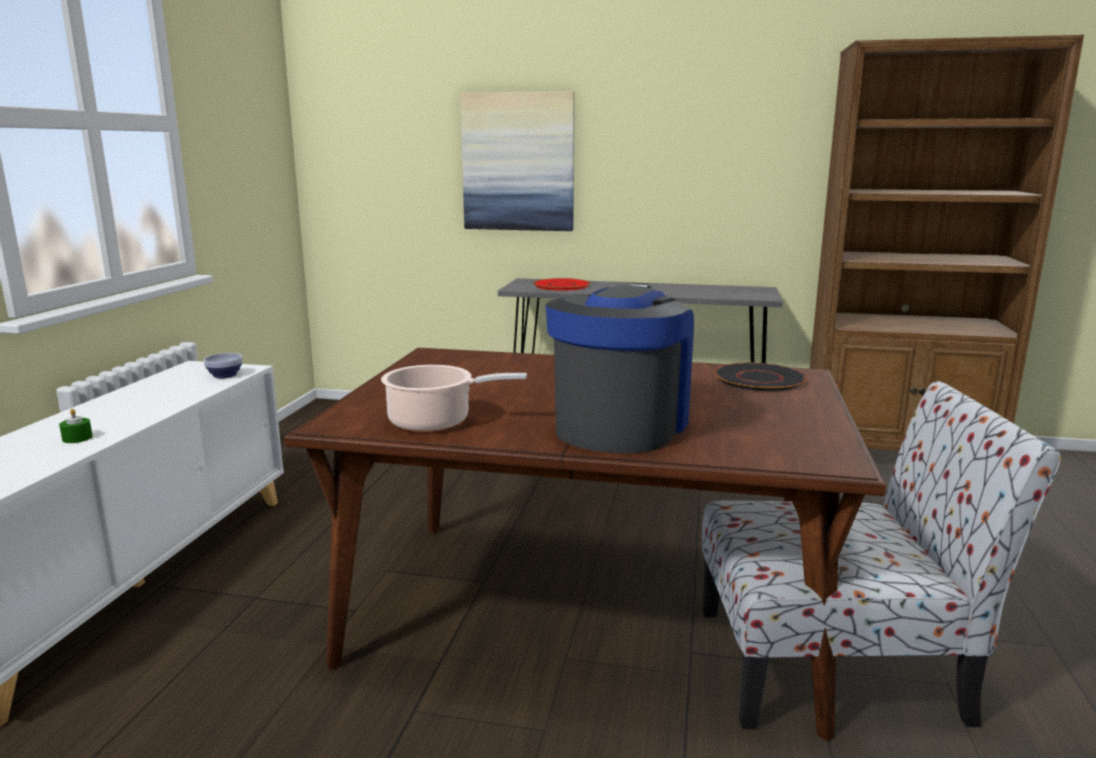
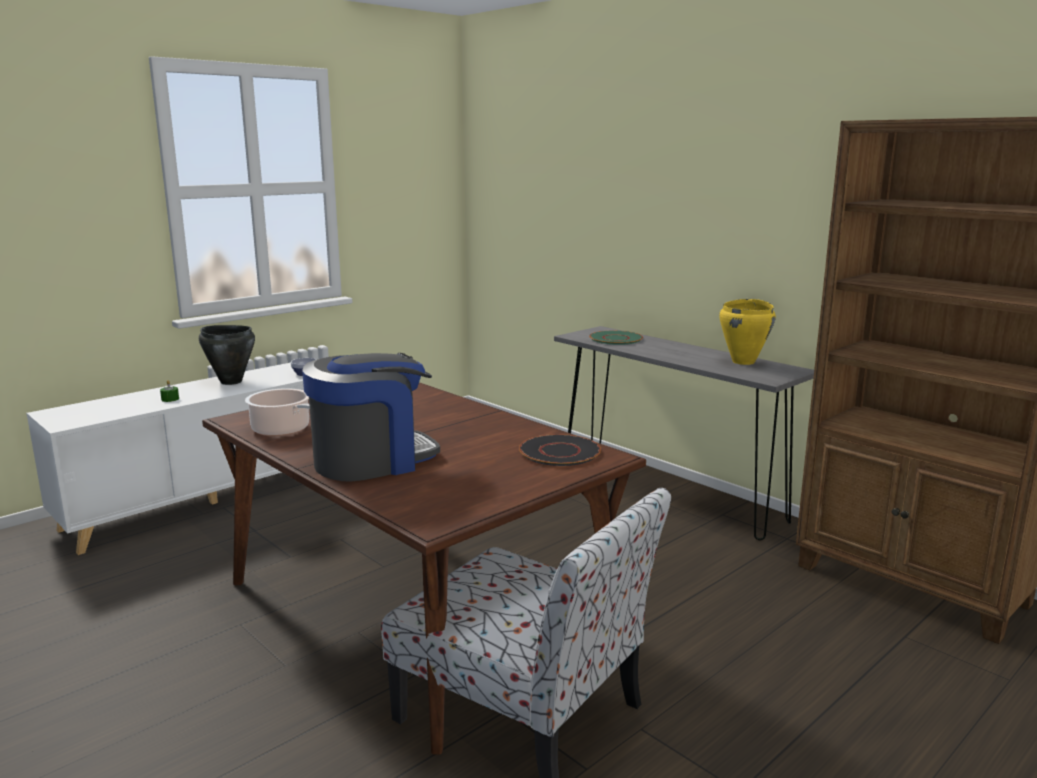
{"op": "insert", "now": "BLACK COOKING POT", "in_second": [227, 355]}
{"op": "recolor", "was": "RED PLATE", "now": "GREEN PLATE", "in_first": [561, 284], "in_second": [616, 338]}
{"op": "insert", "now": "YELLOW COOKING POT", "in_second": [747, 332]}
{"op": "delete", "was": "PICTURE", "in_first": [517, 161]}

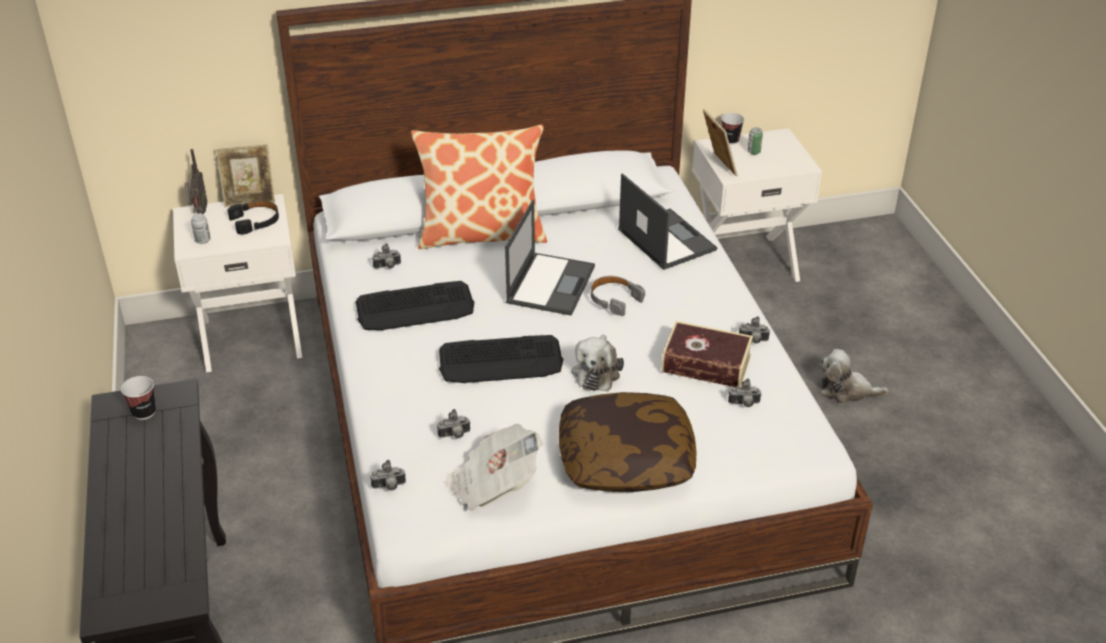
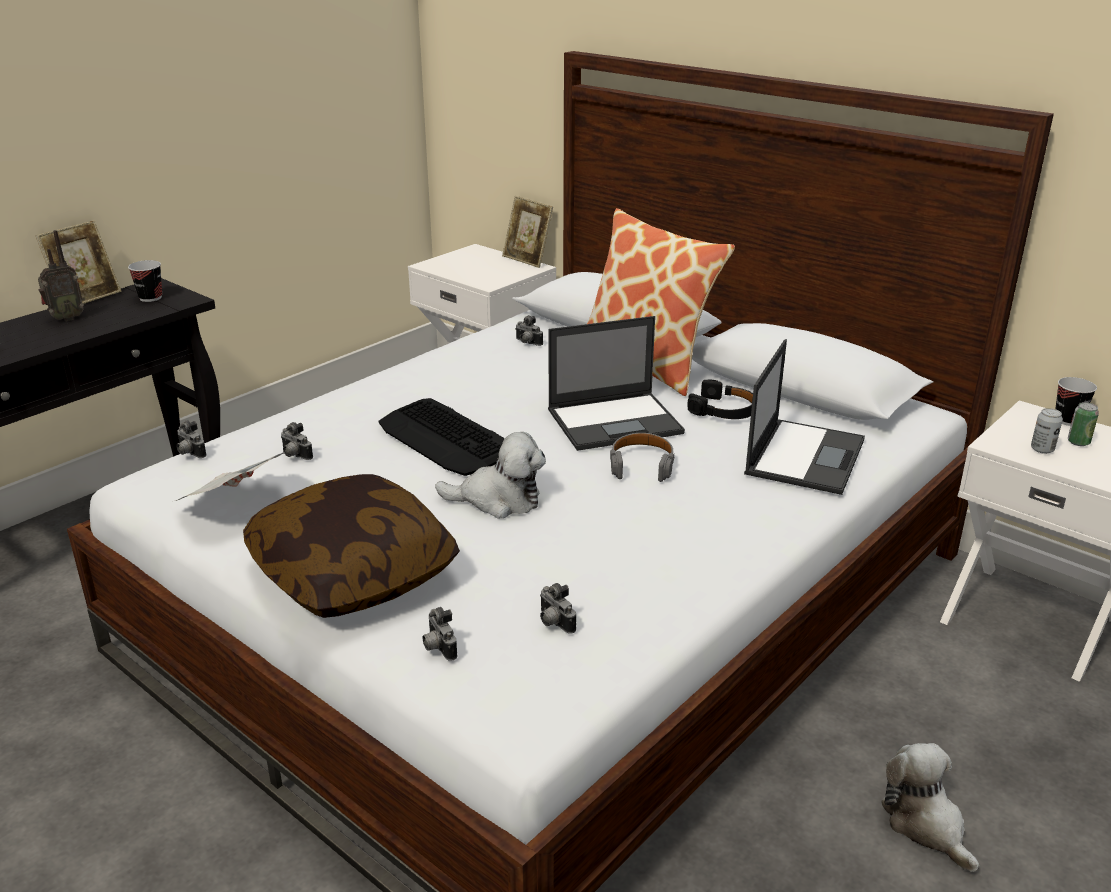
{"op": "move", "was": "PICTURE FRAME", "in_first": [720, 142], "in_second": [78, 262]}
{"op": "move", "was": "RADIO", "in_first": [196, 181], "in_second": [61, 275]}
{"op": "move", "was": "PHOTO CAMERA", "in_first": [754, 330], "in_second": [439, 634]}
{"op": "rotate", "was": "PLUSH TOY", "in_first": [597, 363], "in_second": [490, 475], "clockwise": -150}
{"op": "move", "was": "BLACK HEADPHONES", "in_first": [253, 217], "in_second": [720, 399]}
{"op": "move", "was": "CAN", "in_first": [201, 229], "in_second": [1047, 431]}
{"op": "delete", "was": "KEYBOARD", "in_first": [415, 305]}
{"op": "delete", "was": "BOOK", "in_first": [707, 354]}

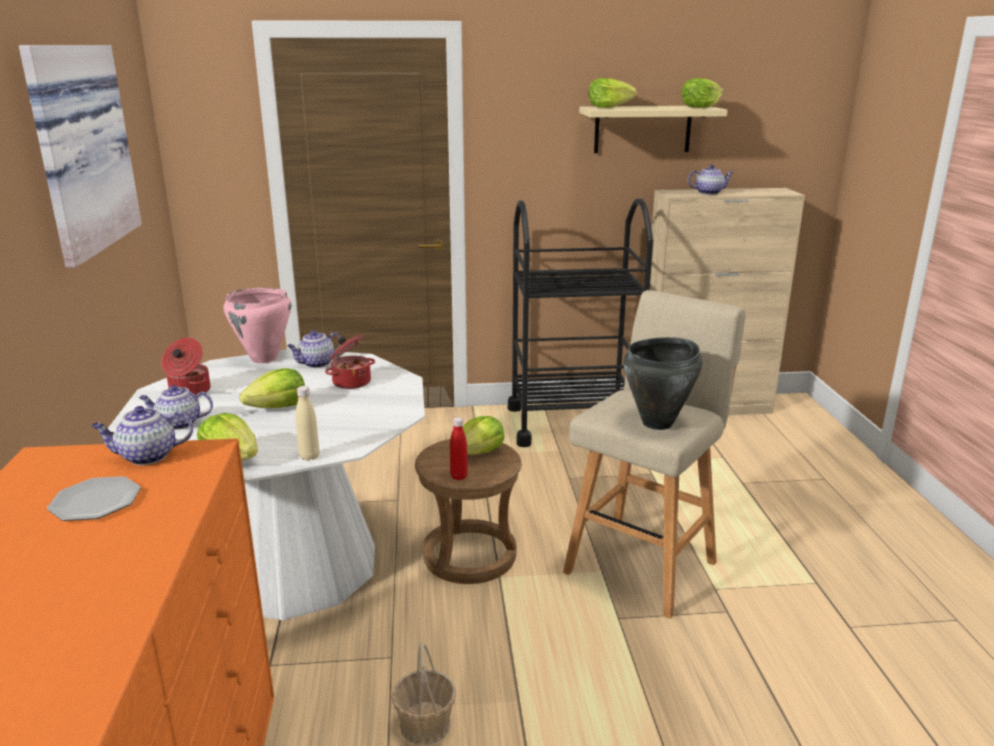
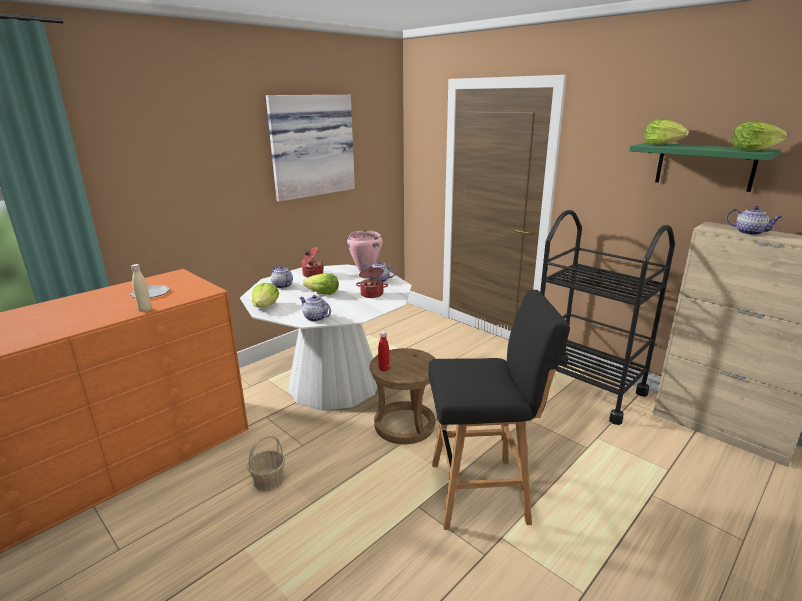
{"op": "move", "was": "BEIGE BOTTLE", "in_first": [307, 423], "in_second": [141, 288]}
{"op": "move", "was": "TEAPOT", "in_first": [142, 435], "in_second": [315, 308]}
{"op": "recolor", "was": "BEIGE STOOL", "now": "BLACK STOOL", "in_first": [654, 454], "in_second": [499, 410]}
{"op": "recolor", "was": "BEIGE SHELF", "now": "GREEN SHELF", "in_first": [653, 129], "in_second": [705, 167]}
{"op": "delete", "was": "LETTUCE", "in_first": [483, 435]}
{"op": "delete", "was": "BLACK COOKING POT", "in_first": [662, 383]}

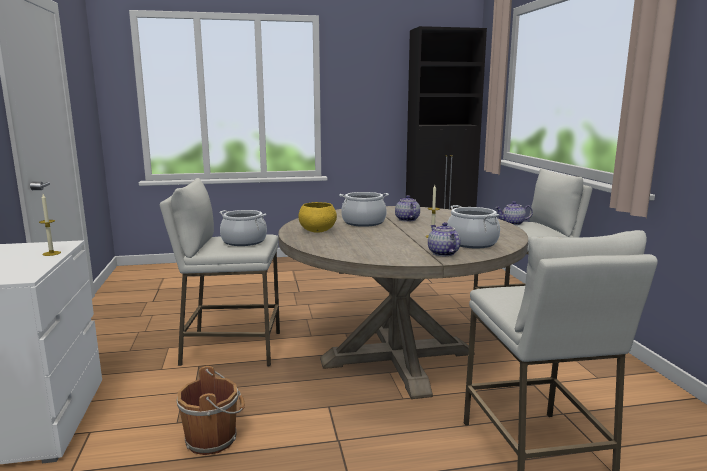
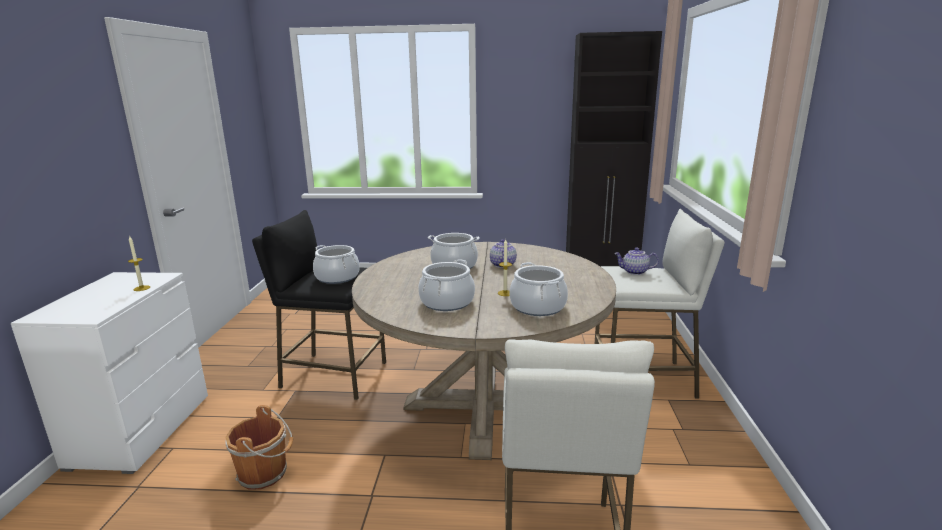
{"op": "recolor", "was": "WHITE STOOL", "now": "BLACK STOOL", "in_first": [220, 272], "in_second": [319, 305]}
{"op": "insert", "now": "COOKING POT", "in_second": [446, 285]}
{"op": "delete", "was": "YELLOW BOWL", "in_first": [317, 217]}
{"op": "delete", "was": "TEAPOT", "in_first": [444, 239]}

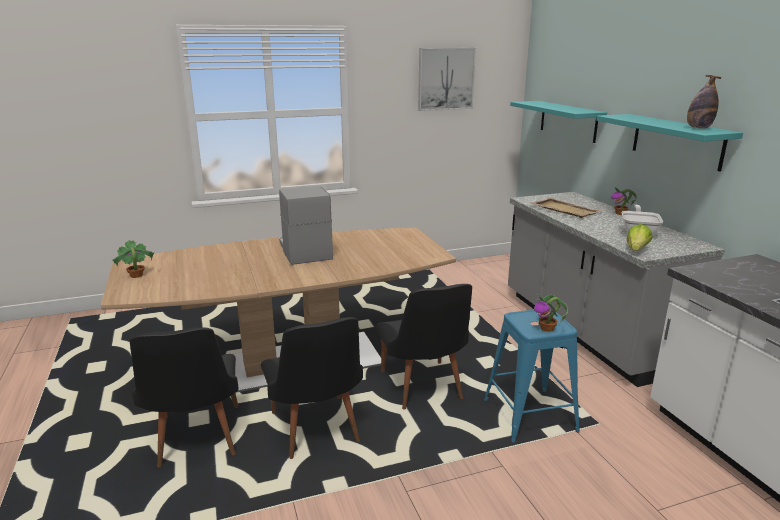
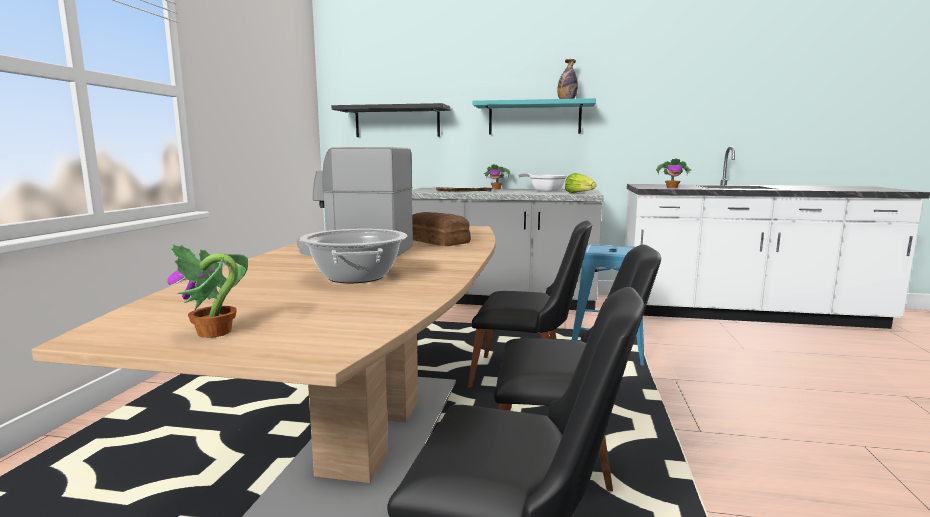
{"op": "insert", "now": "COOKING POT", "in_second": [353, 256]}
{"op": "recolor", "was": "TURQUOISE SHELF", "now": "BLACK SHELF", "in_first": [558, 122], "in_second": [391, 120]}
{"op": "insert", "now": "BREAD", "in_second": [441, 229]}
{"op": "move", "was": "POTTED PLANT", "in_first": [551, 313], "in_second": [673, 173]}
{"op": "delete", "was": "PICTURE", "in_first": [447, 79]}

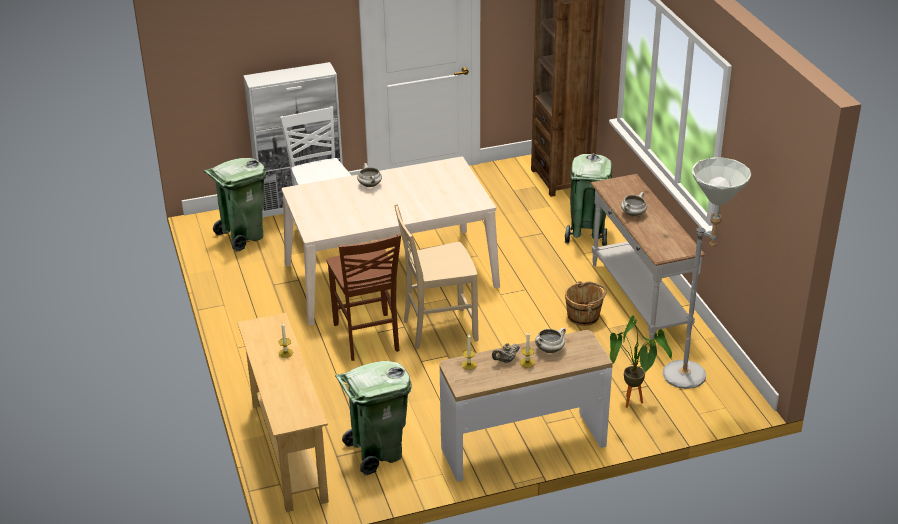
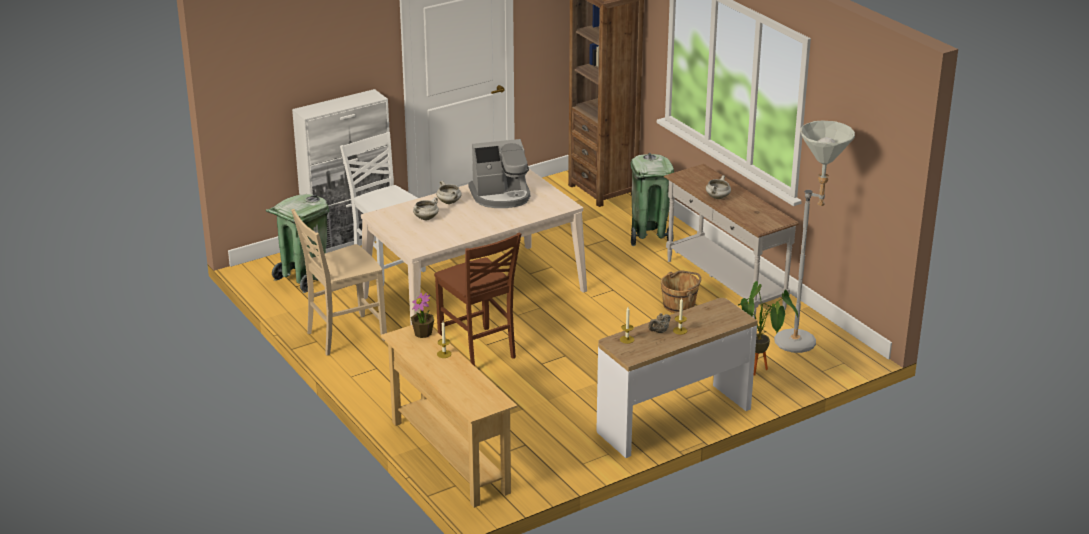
{"op": "move", "was": "BEIGE CHAIR", "in_first": [436, 277], "in_second": [339, 282]}
{"op": "insert", "now": "POTTED PLANT", "in_second": [422, 315]}
{"op": "move", "was": "WHITE COOKING POT", "in_first": [550, 340], "in_second": [426, 208]}
{"op": "insert", "now": "COFFEE MACHINE", "in_second": [499, 173]}
{"op": "delete", "was": "GREEN TRASH CAN", "in_first": [373, 418]}

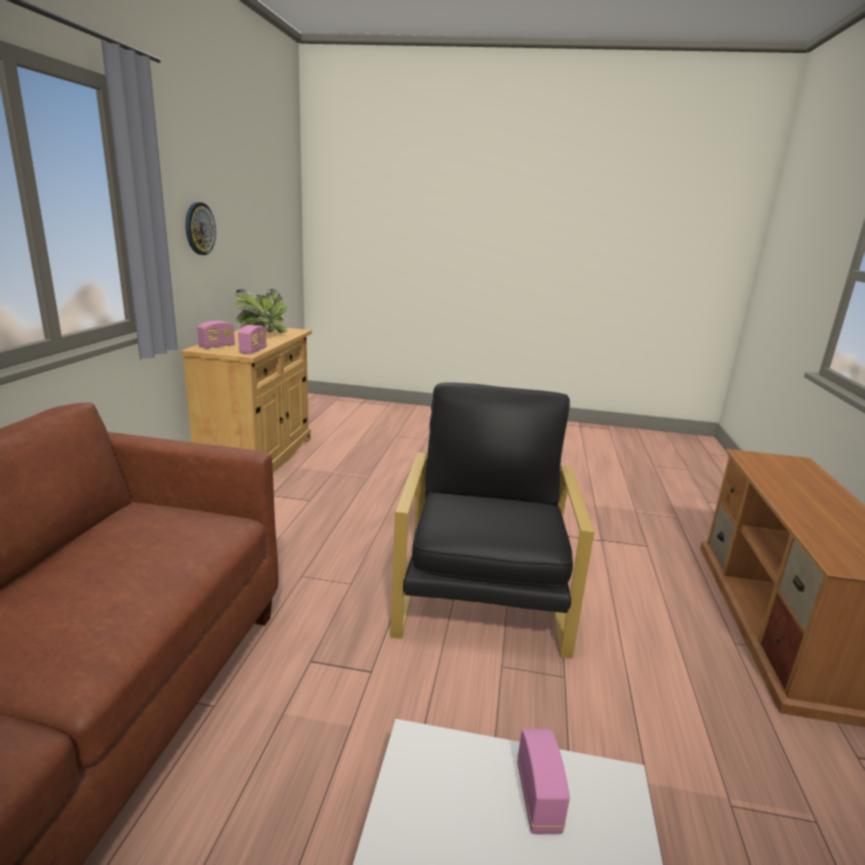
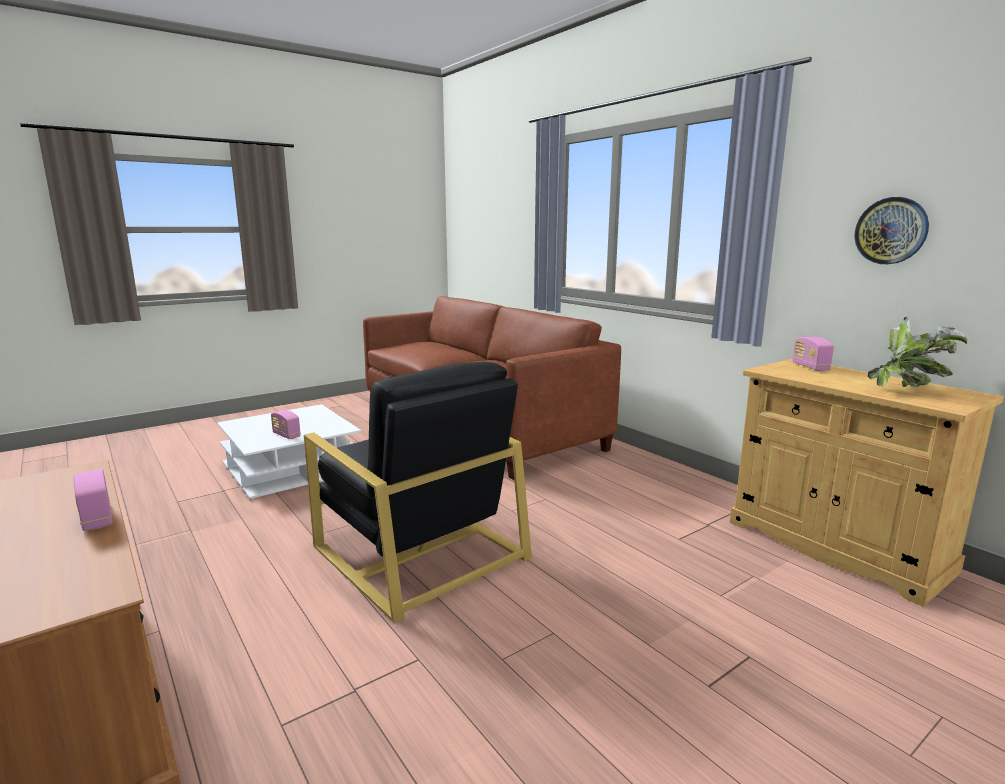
{"op": "move", "was": "RADIO", "in_first": [252, 339], "in_second": [93, 500]}

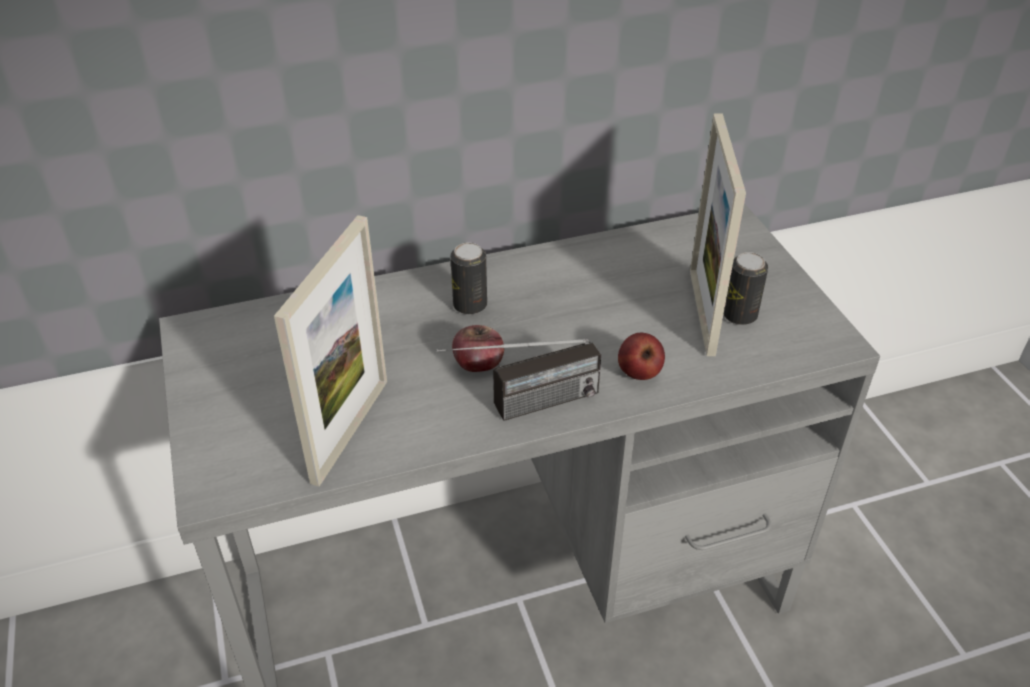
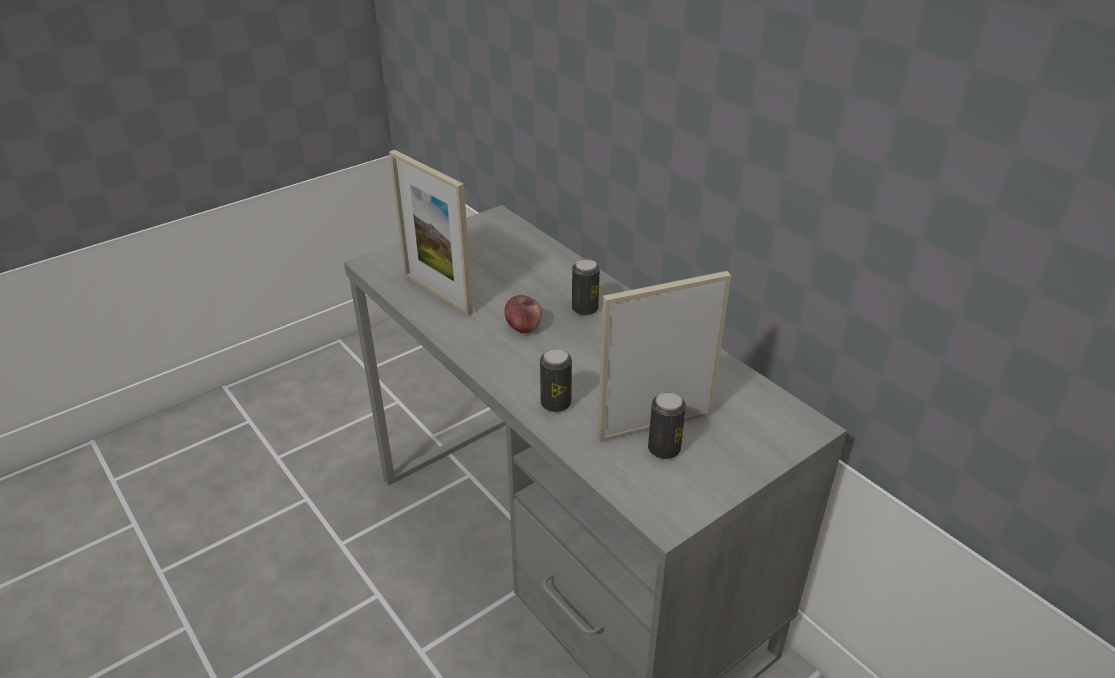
{"op": "rotate", "was": "PICTURE FRAME", "in_first": [330, 350], "in_second": [431, 233], "clockwise": 45}
{"op": "replace", "was": "APPLE", "now": "CAN", "in_first": [641, 356], "in_second": [556, 380]}
{"op": "delete", "was": "RADIO", "in_first": [518, 380]}

